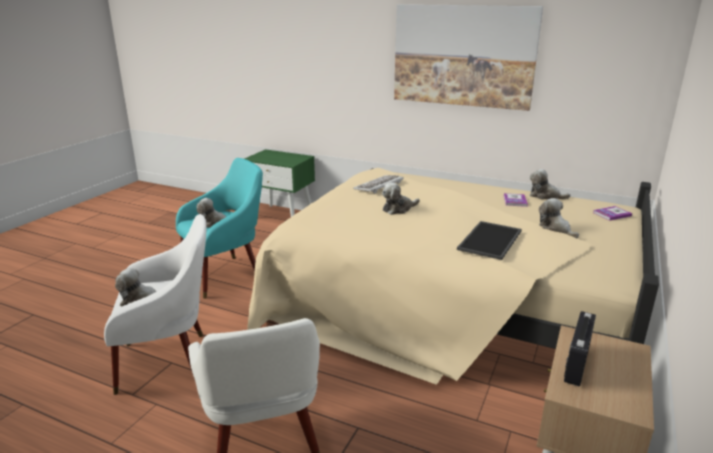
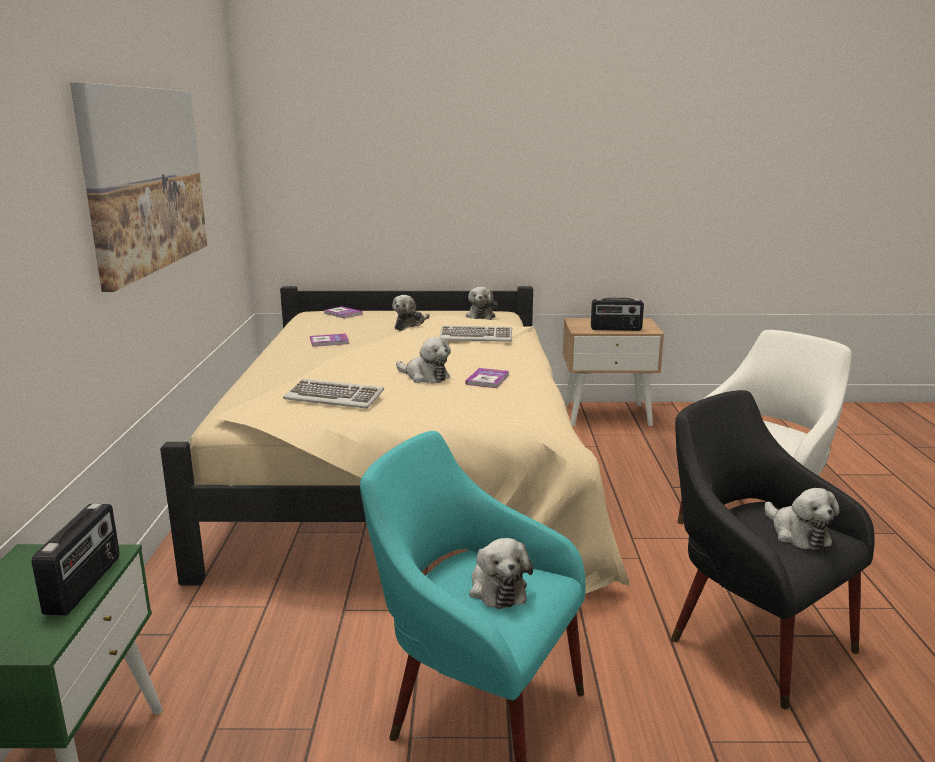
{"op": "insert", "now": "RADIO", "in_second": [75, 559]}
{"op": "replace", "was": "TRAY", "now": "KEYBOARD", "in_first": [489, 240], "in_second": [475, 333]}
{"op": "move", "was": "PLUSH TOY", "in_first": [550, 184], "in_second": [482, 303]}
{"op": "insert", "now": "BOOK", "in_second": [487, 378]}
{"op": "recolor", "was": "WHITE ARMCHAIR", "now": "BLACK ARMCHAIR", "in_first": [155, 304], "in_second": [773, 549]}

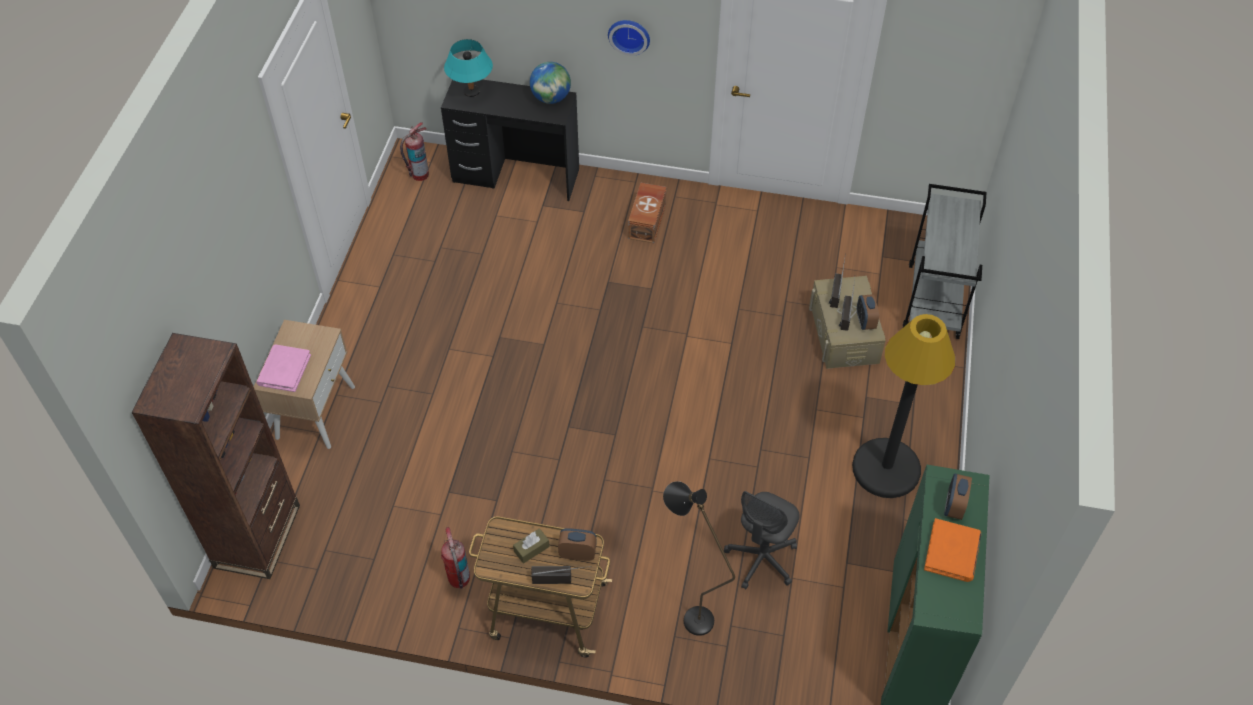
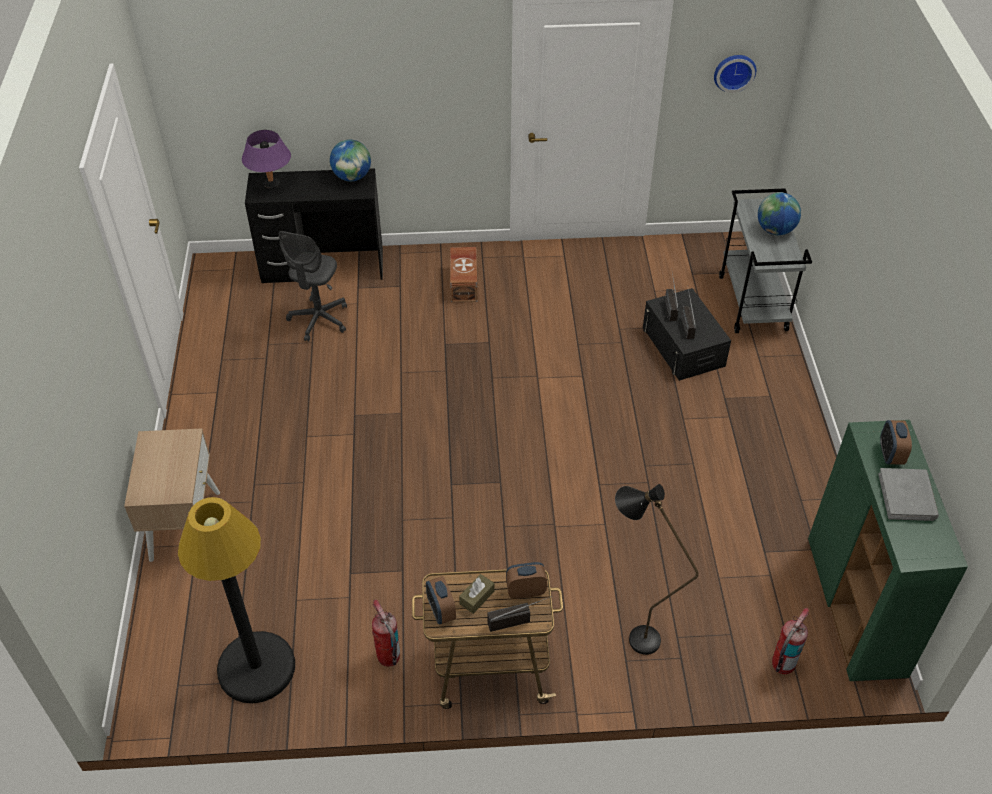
{"op": "move", "was": "BLACK FLOOR LAMP", "in_first": [903, 406], "in_second": [236, 600]}
{"op": "recolor", "was": "TURQUOISE TABLE LAMP", "now": "PURPLE TABLE LAMP", "in_first": [468, 68], "in_second": [266, 159]}
{"op": "move", "was": "GREY OFFICE CHAIR", "in_first": [762, 540], "in_second": [313, 286]}
{"op": "move", "was": "ALARM CLOCK", "in_first": [868, 312], "in_second": [441, 600]}
{"op": "recolor", "was": "BEIGE STORAGE BOX", "now": "BLACK STORAGE BOX", "in_first": [847, 322], "in_second": [687, 334]}
{"op": "move", "was": "WALL CLOCK", "in_first": [629, 38], "in_second": [735, 74]}
{"op": "insert", "now": "GLOBE", "in_second": [779, 213]}
{"op": "move", "was": "FIRE EXTINGUISHER", "in_first": [414, 151], "in_second": [790, 641]}
{"op": "recolor", "was": "ORANGE BOOK", "now": "GREY BOOK", "in_first": [953, 550], "in_second": [908, 494]}
{"op": "delete", "was": "BROWN BOOKCASE", "in_first": [215, 456]}
{"op": "delete", "was": "PINK BOOK", "in_first": [283, 368]}

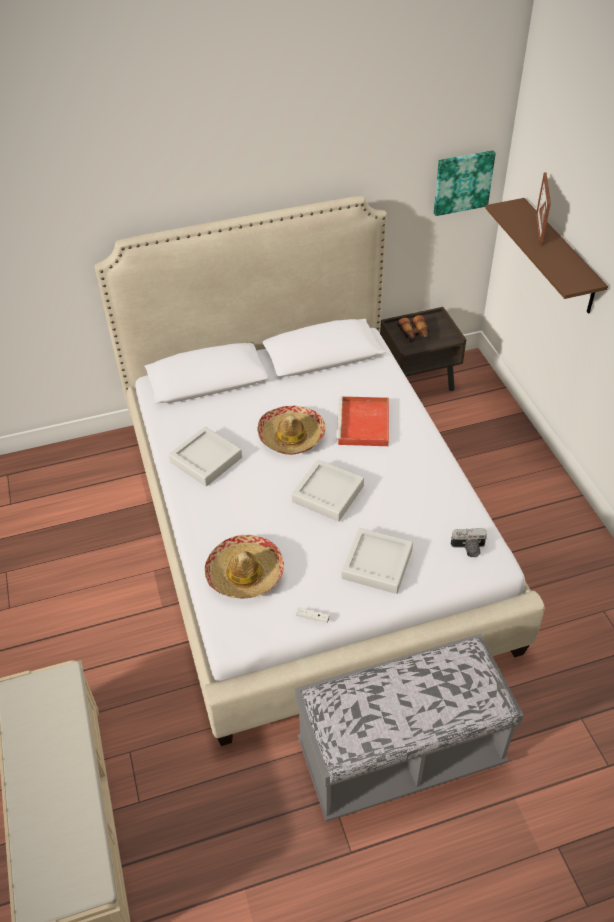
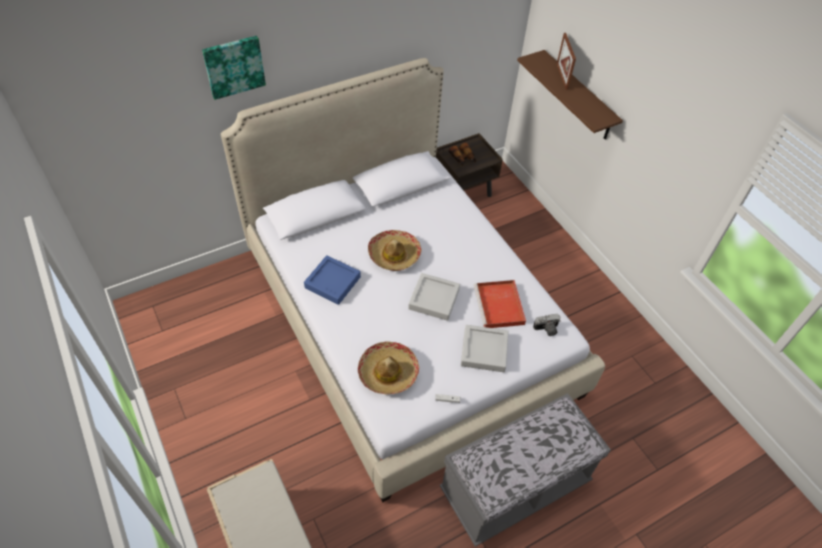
{"op": "move", "was": "PICTURE", "in_first": [465, 183], "in_second": [234, 68]}
{"op": "recolor", "was": "GREY TRAY", "now": "BLUE TRAY", "in_first": [205, 456], "in_second": [332, 280]}
{"op": "move", "was": "RED TRAY", "in_first": [362, 421], "in_second": [500, 304]}

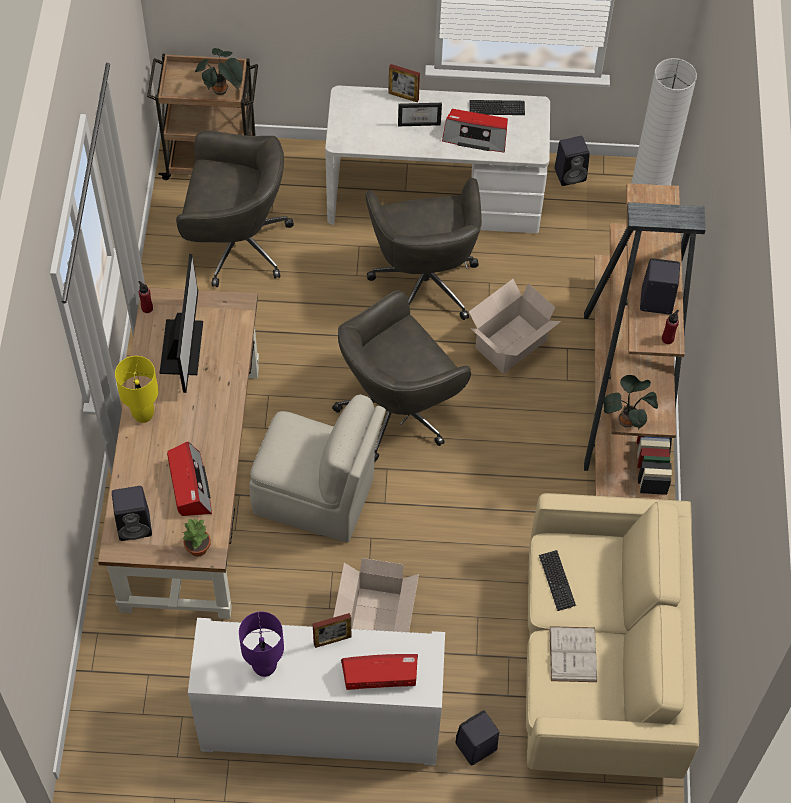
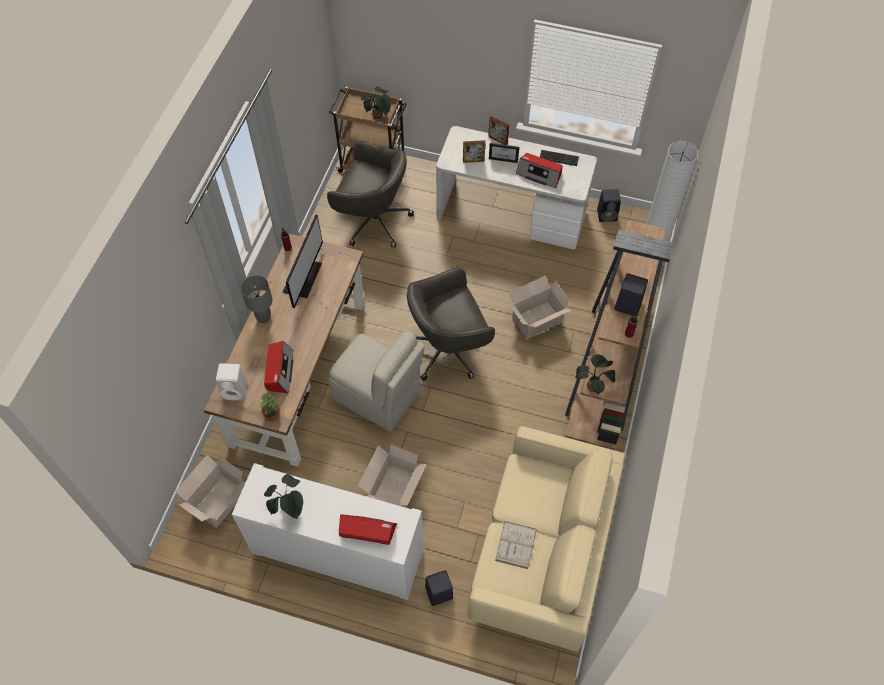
{"op": "insert", "now": "CARDBOARD BOX", "in_second": [210, 491]}
{"op": "recolor", "was": "BLACK SPEAKER", "now": "WHITE SPEAKER", "in_first": [132, 513], "in_second": [231, 381]}
{"op": "recolor", "was": "YELLOW TABLE LAMP", "now": "GREY TABLE LAMP", "in_first": [137, 389], "in_second": [256, 299]}
{"op": "replace", "was": "PURPLE TABLE LAMP", "now": "POTTED PLANT", "in_first": [261, 644], "in_second": [283, 497]}
{"op": "move", "was": "PICTURE FRAME", "in_first": [332, 630], "in_second": [474, 151]}
{"op": "delete", "was": "GREY OFFICE CHAIR", "in_first": [423, 249]}
{"op": "delete", "was": "KEYBOARD", "in_first": [557, 580]}

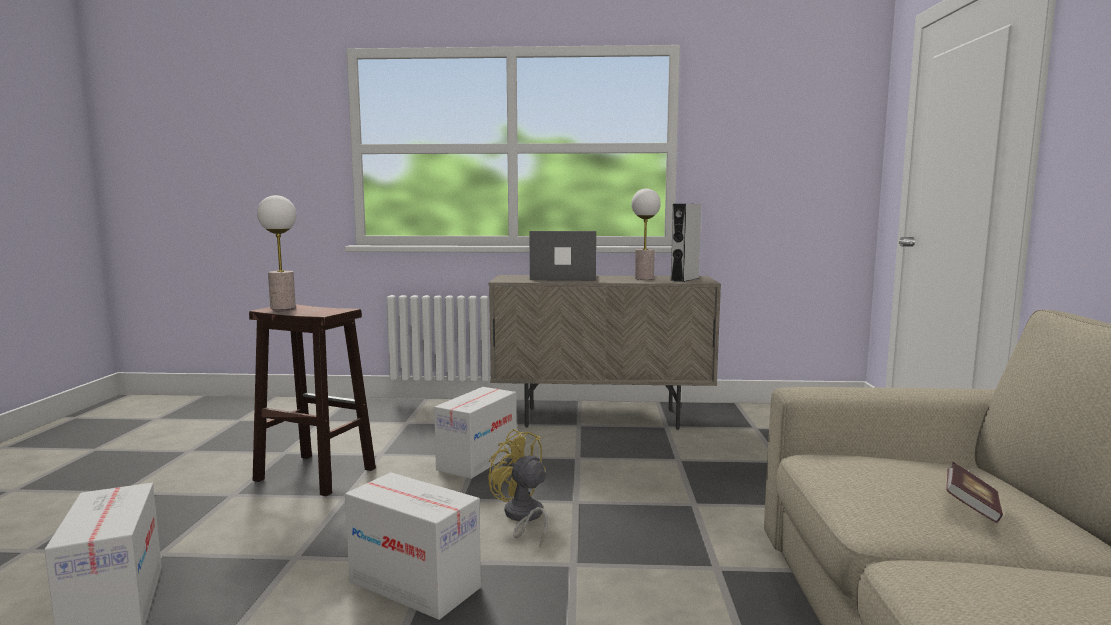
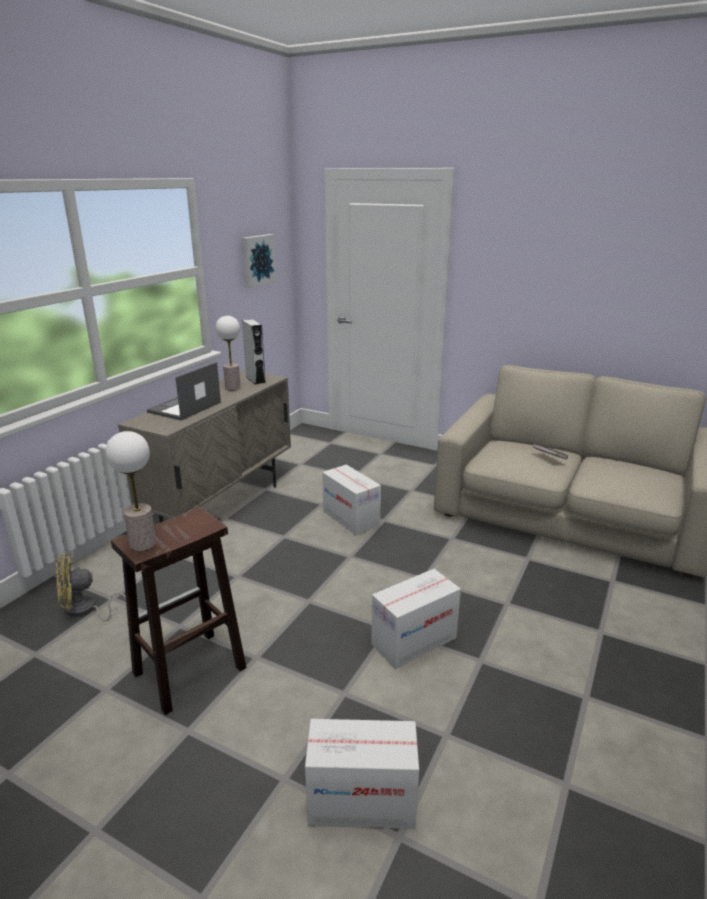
{"op": "move", "was": "YELLOW FAN", "in_first": [518, 488], "in_second": [91, 587]}
{"op": "insert", "now": "PICTURE", "in_second": [259, 261]}
{"op": "move", "was": "CARDBOARD BOX", "in_first": [475, 433], "in_second": [351, 500]}

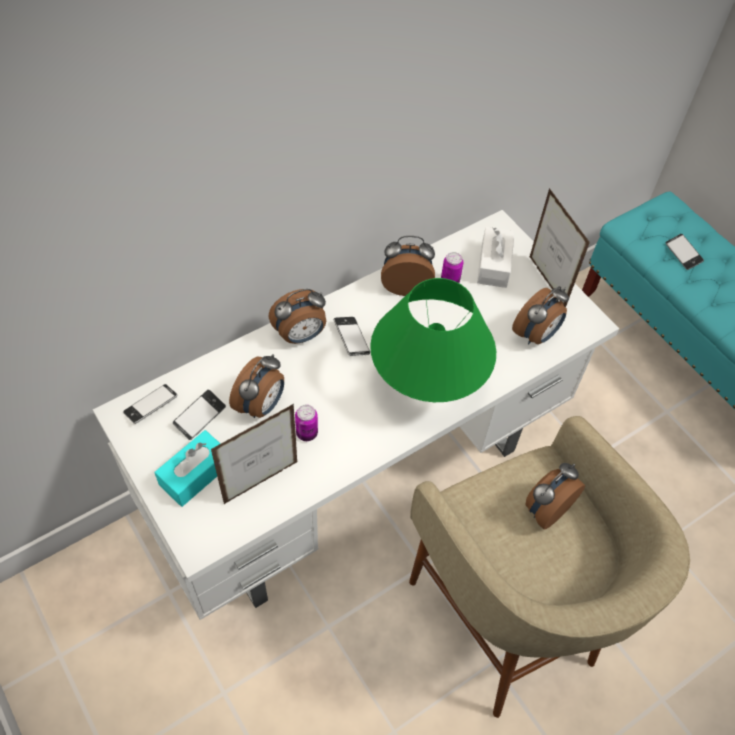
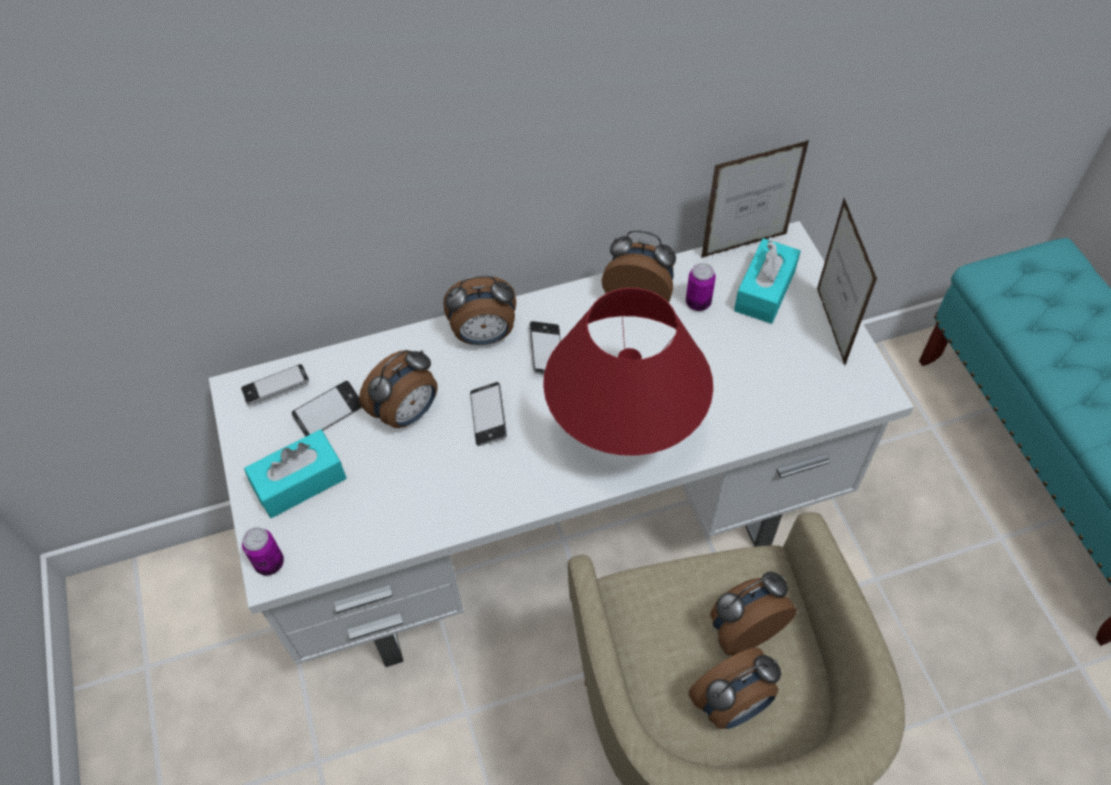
{"op": "move", "was": "CAN", "in_first": [306, 423], "in_second": [263, 551]}
{"op": "move", "was": "PHONE", "in_first": [685, 252], "in_second": [488, 414]}
{"op": "recolor", "was": "GREEN TABLE LAMP", "now": "RED TABLE LAMP", "in_first": [433, 340], "in_second": [628, 372]}
{"op": "move", "was": "ALARM CLOCK", "in_first": [540, 315], "in_second": [734, 688]}
{"op": "move", "was": "PICTURE FRAME", "in_first": [254, 454], "in_second": [755, 199]}
{"op": "recolor", "was": "WHITE TISSUE BOX", "now": "TURQUOISE TISSUE BOX", "in_first": [496, 257], "in_second": [767, 281]}

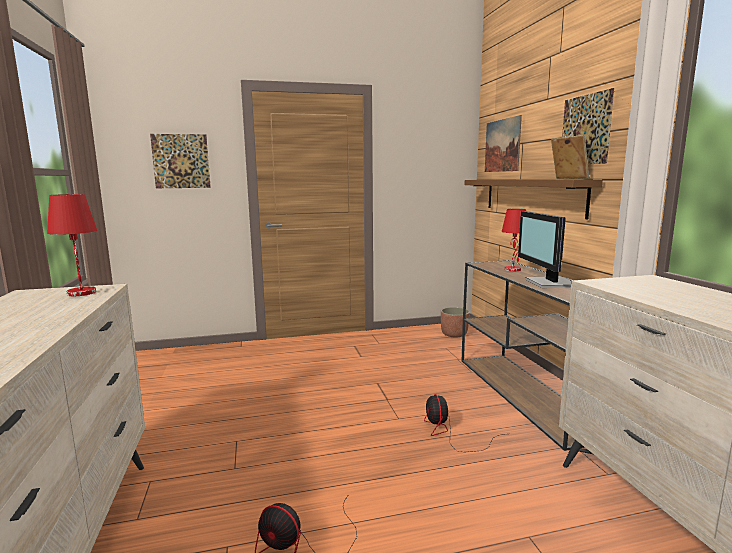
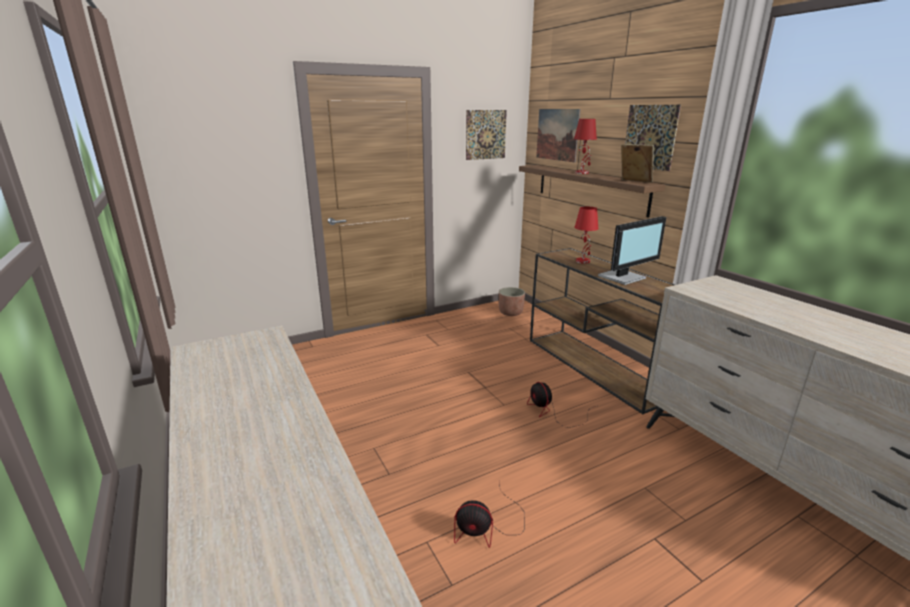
{"op": "move", "was": "PICTURE", "in_first": [180, 161], "in_second": [486, 135]}
{"op": "move", "was": "RED TABLE LAMP", "in_first": [72, 245], "in_second": [585, 146]}
{"op": "rotate", "was": "MONITOR", "in_first": [544, 249], "in_second": [632, 250], "clockwise": -105}

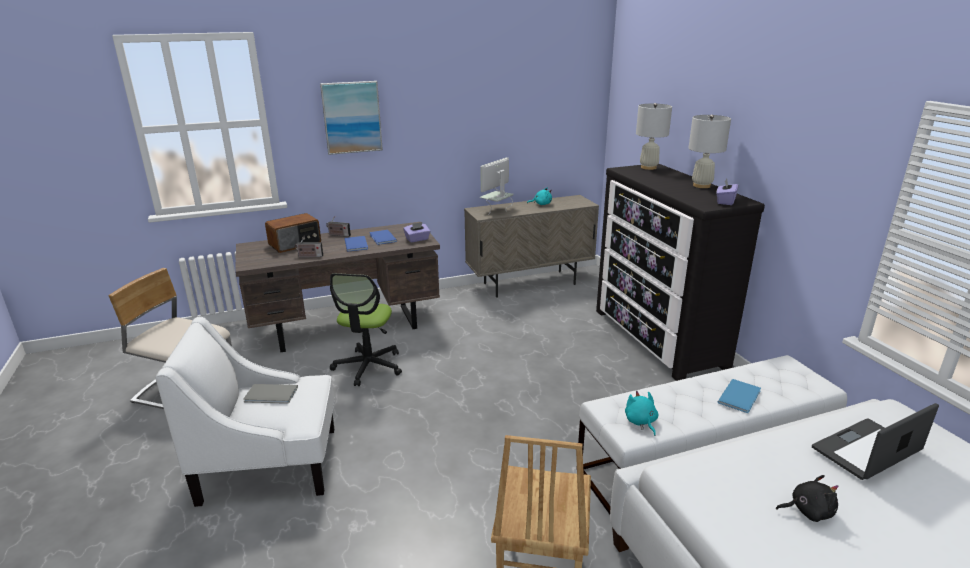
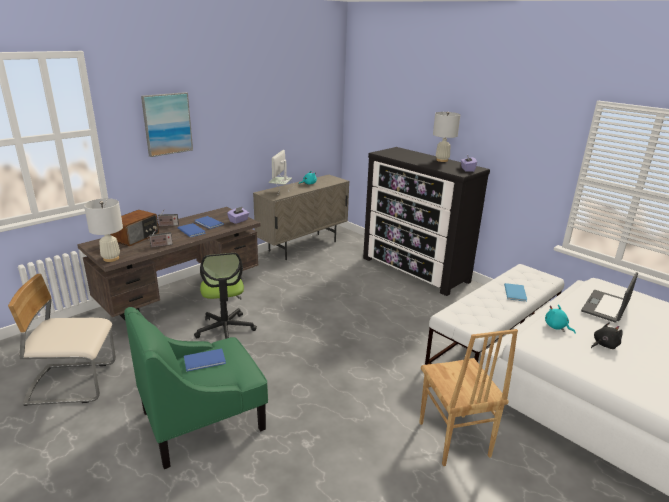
{"op": "move", "was": "WHITE TABLE LAMP", "in_first": [654, 136], "in_second": [103, 230]}
{"op": "recolor", "was": "WHITE ARMCHAIR", "now": "GREEN ARMCHAIR", "in_first": [245, 412], "in_second": [196, 388]}
{"op": "recolor", "was": "GREY BOOK", "now": "BLUE BOOK", "in_first": [270, 394], "in_second": [205, 360]}
{"op": "move", "was": "TURQUOISE PLUSH TOY", "in_first": [641, 413], "in_second": [560, 319]}

